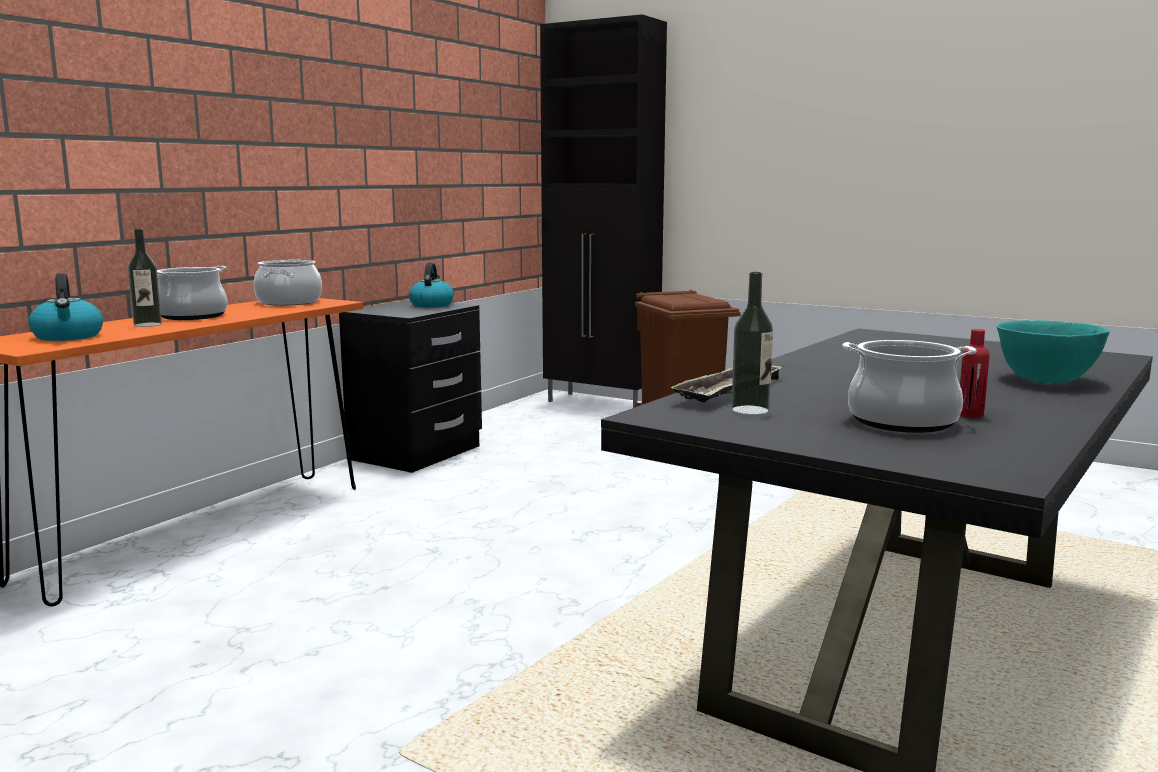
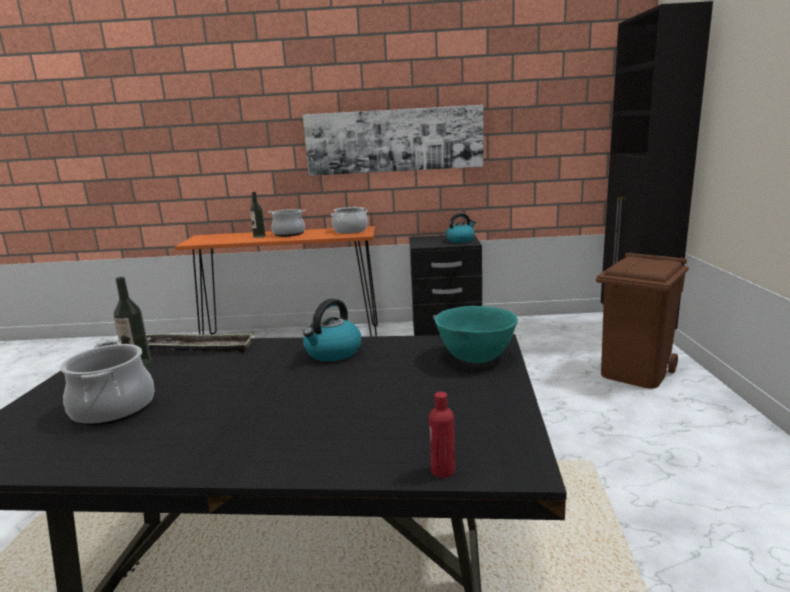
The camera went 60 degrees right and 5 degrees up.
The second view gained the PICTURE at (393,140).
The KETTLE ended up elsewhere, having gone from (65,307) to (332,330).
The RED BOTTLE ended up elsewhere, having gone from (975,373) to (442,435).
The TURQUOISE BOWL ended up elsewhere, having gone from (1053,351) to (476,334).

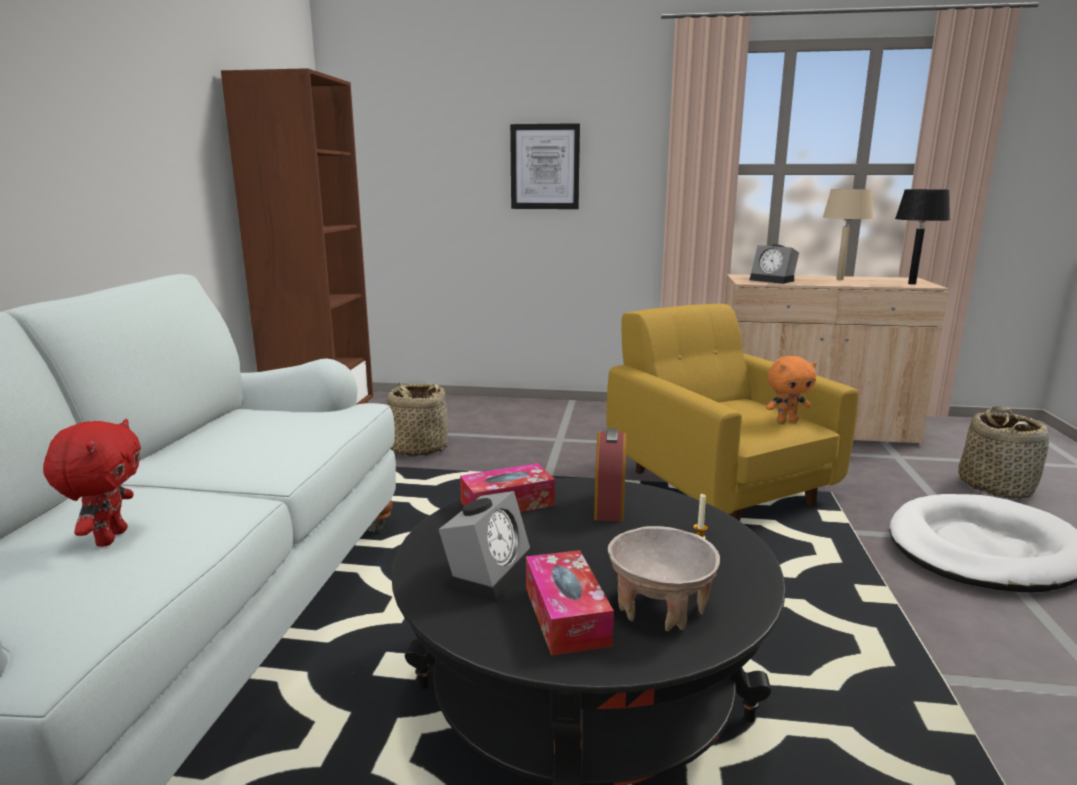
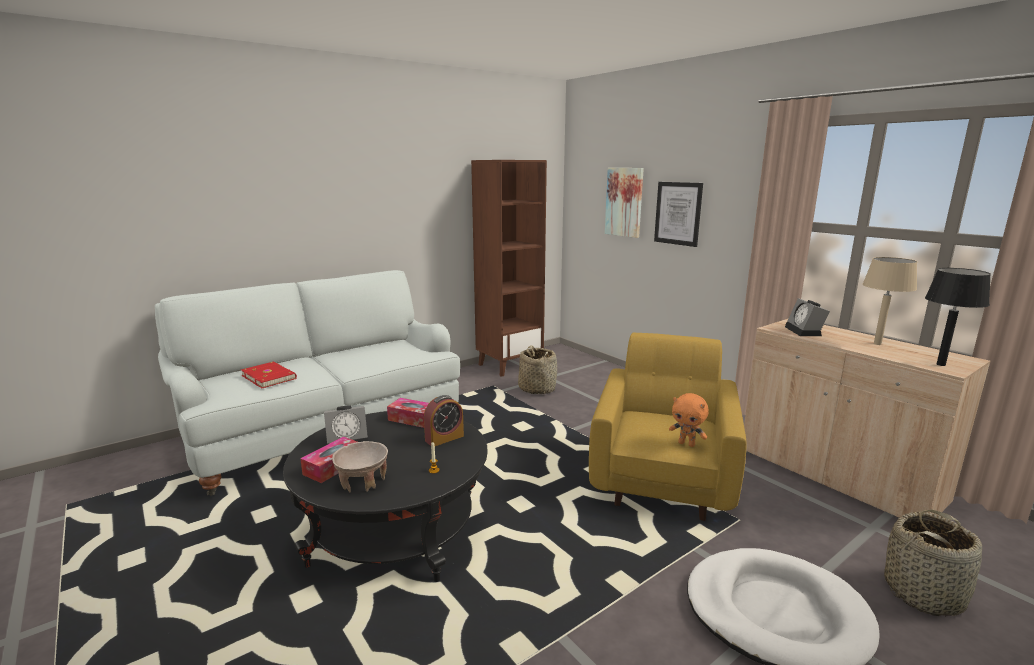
The camera went 45 degrees right and 0 degrees up.
The second view gained the PICTURE at (624,203).
Where the RED PLUSH TOY stood at (92,483), the RED BOOK came to stand at (269,375).

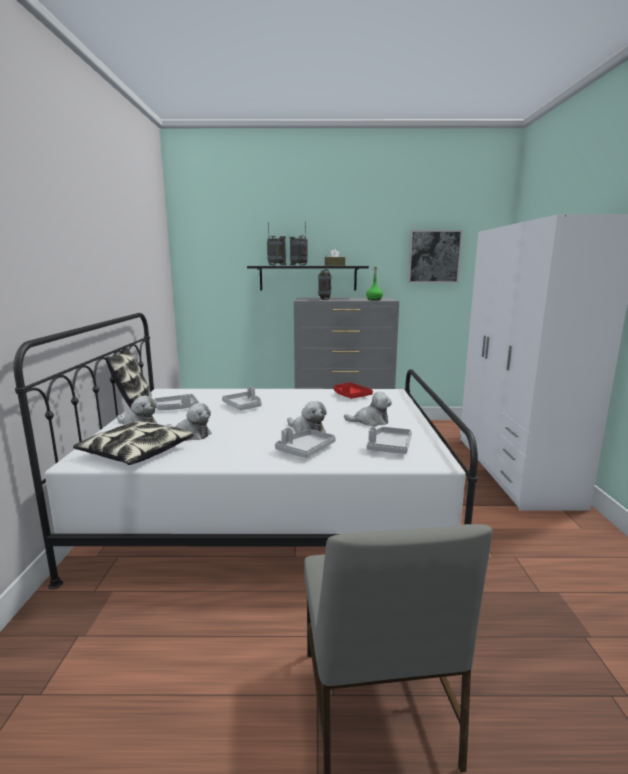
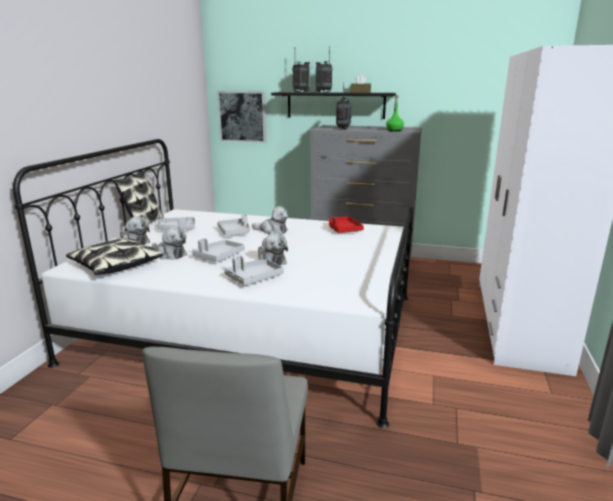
The camera went 15 degrees right and 5 degrees up.
The PLUSH TOY ended up elsewhere, having gone from (368,409) to (270,220).
The GREY TRAY ended up elsewhere, having gone from (389,440) to (218,250).
The PICTURE ended up elsewhere, having gone from (435,256) to (241,117).

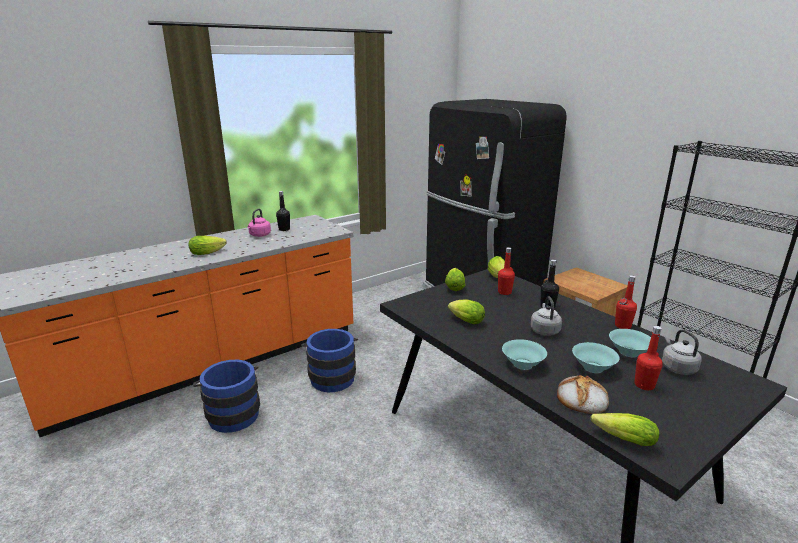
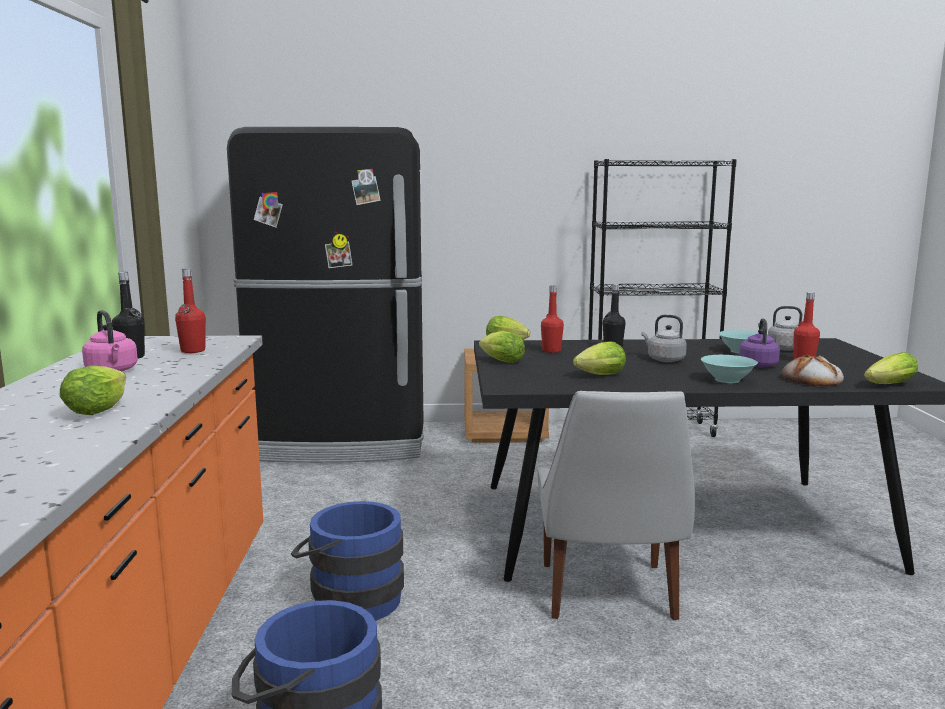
The camera went 55 degrees left and 10 degrees down.
The second view gained the WHITE CHAIR at (616,505).
The RED BOTTLE ended up elsewhere, having gone from (626,302) to (190,310).
Where the TURQUOISE BOWL stood at (596,357), the PURPLE KETTLE came to stand at (759,343).

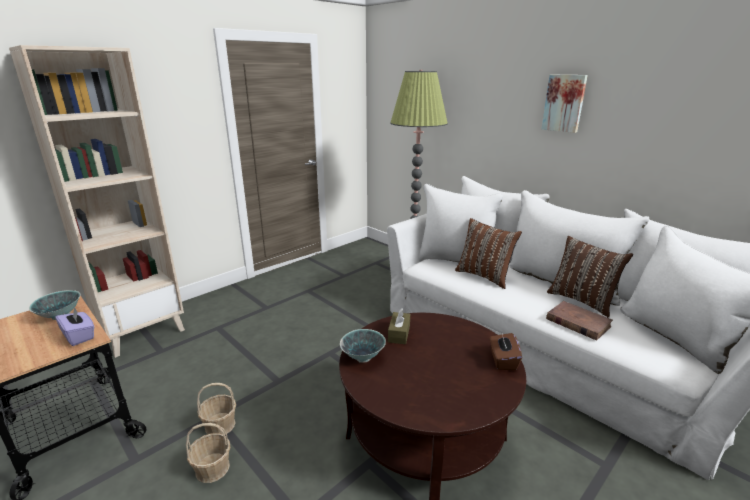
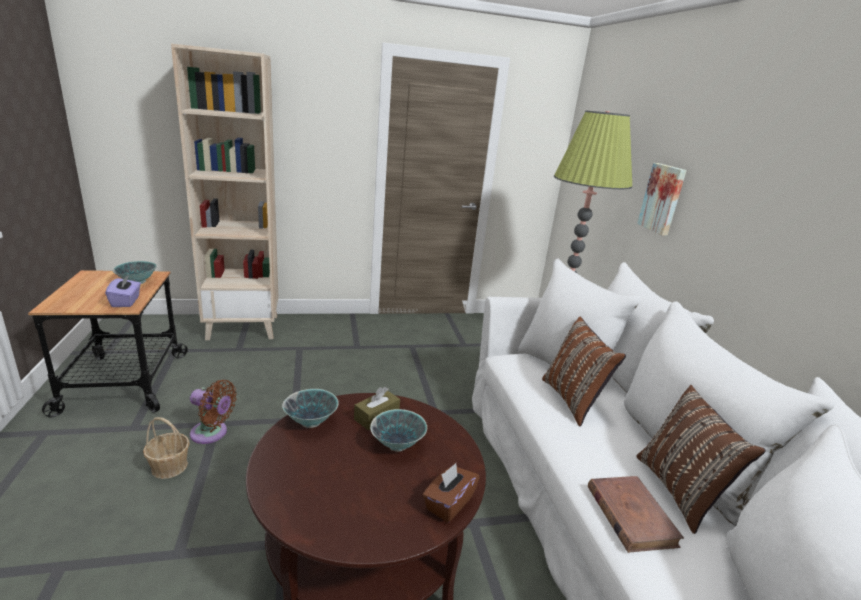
The camera went 30 degrees right and 0 degrees up.
The second view gained the BOWL at (398,430).
The PICTURE ended up elsewhere, having gone from (565,104) to (662,199).
Where the BASKET stood at (216,409), the BROWN FAN came to stand at (213,412).

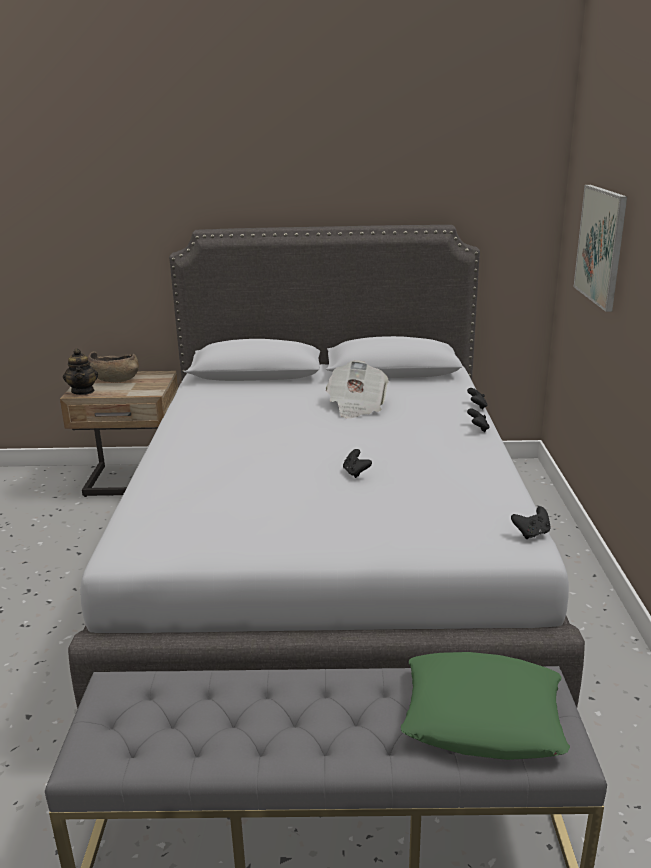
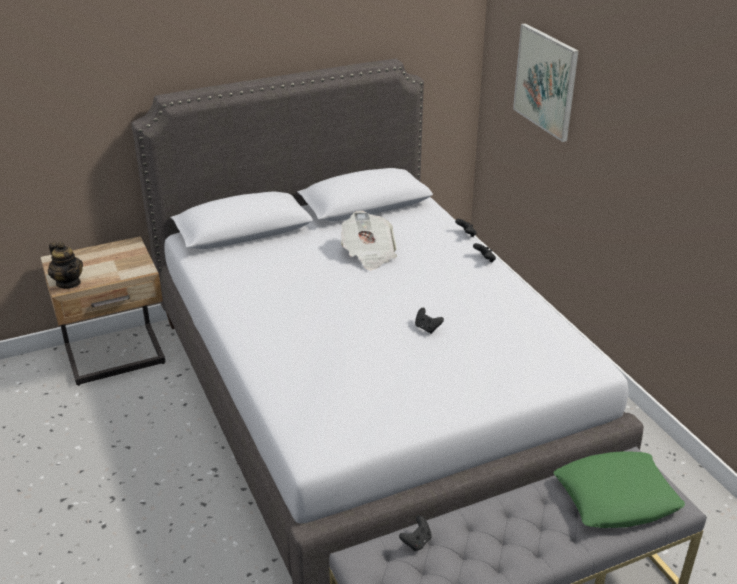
The camera went 25 degrees left and 10 degrees up.
The second view lost the BROWN BOWL at (113,366).
The BLACK GAME CONTROLLER ended up elsewhere, having gone from (531,522) to (415,533).

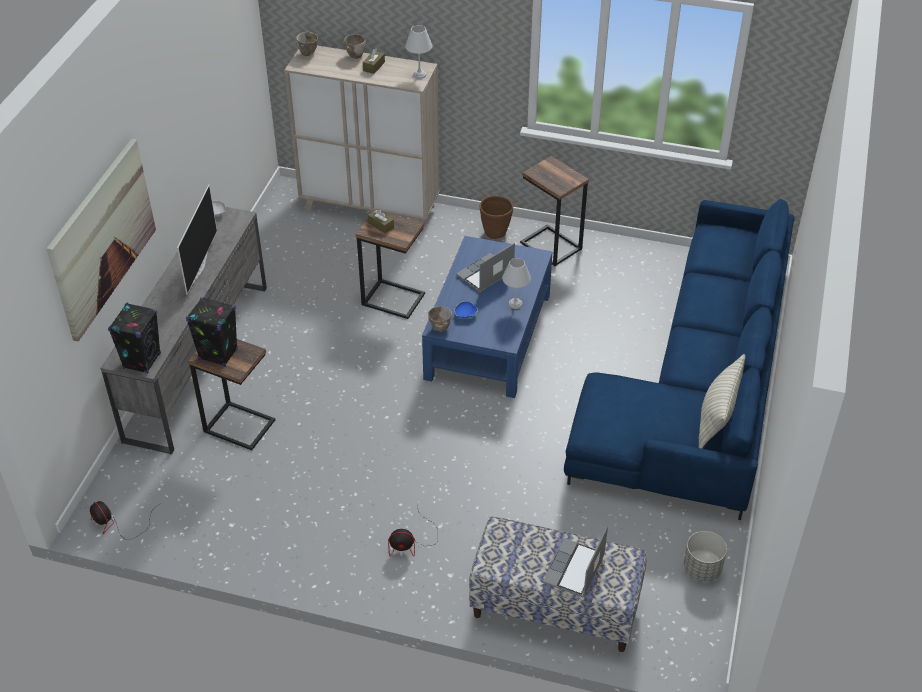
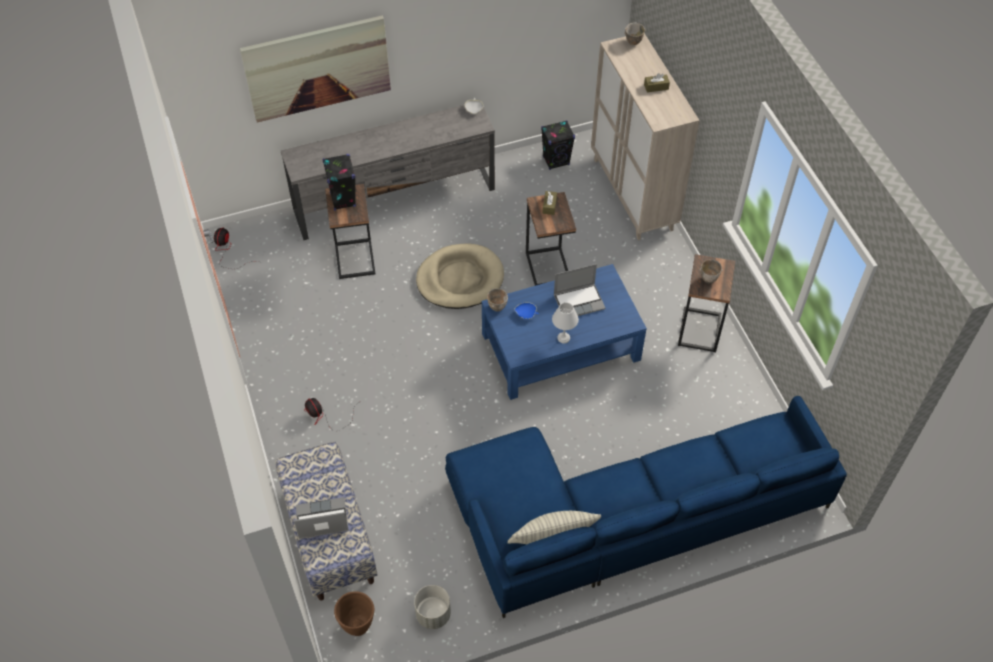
The camera went 55 degrees right and 10 degrees up.
The second view lost the TELEVISION at (197,239).
The second view lost the WHITE TABLE LAMP at (418,52).
The second view gained the BEIGE DOG BED at (460,276).
The BLACK SPEAKER ended up elsewhere, having gone from (134,338) to (558,145).
The BOWL ended up elsewhere, having gone from (355,46) to (711,271).
The BROWN PLANTER ended up elsewhere, having gone from (496,217) to (354,613).
The LAPTOP at (485,267) ended up facing another way, 150 degrees clockwise from before.

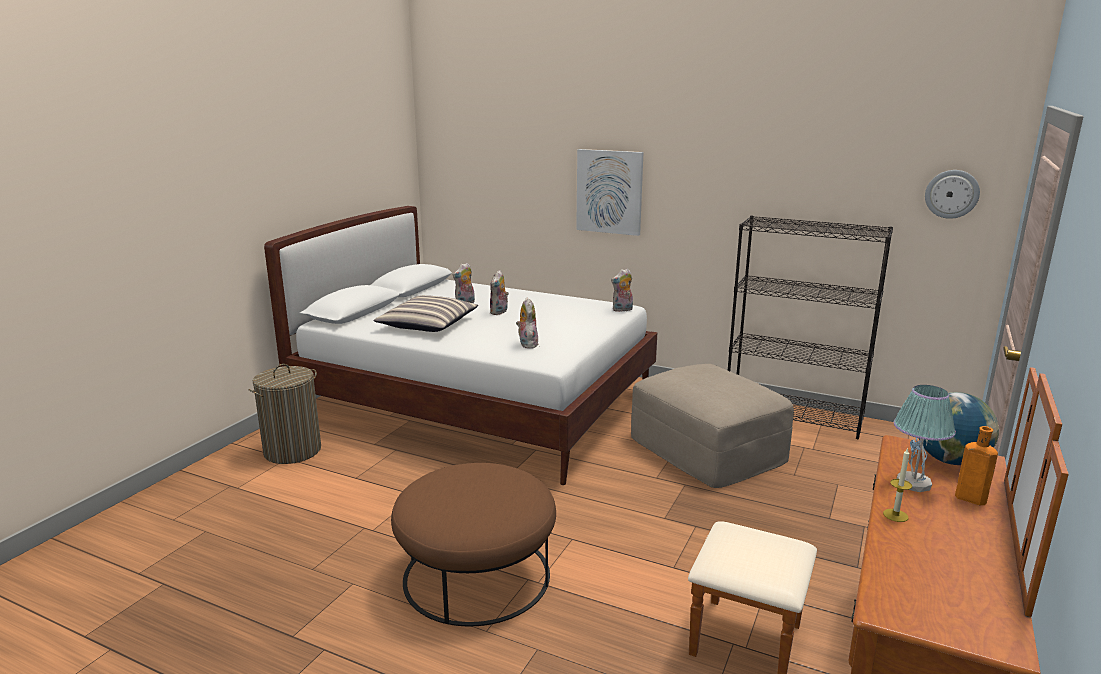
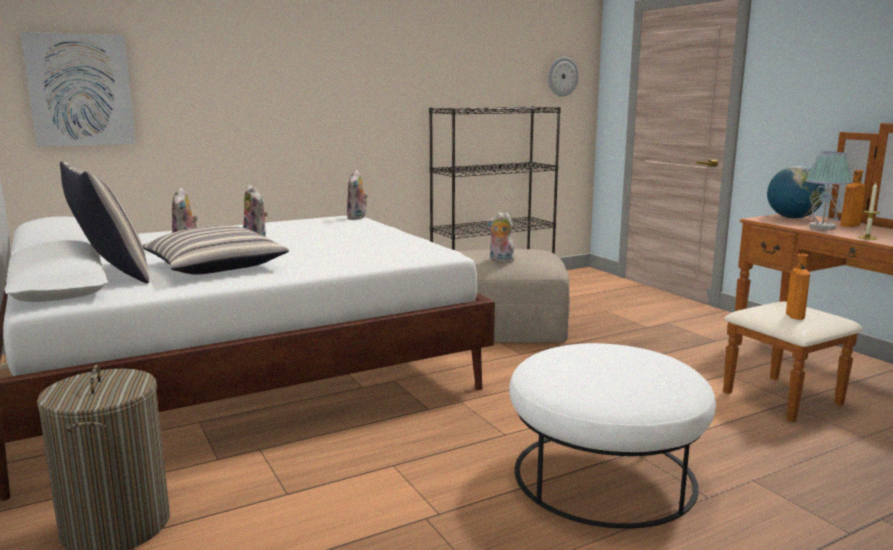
The camera went 55 degrees left and 5 degrees down.
The second view gained the PILLOW at (104,222).
The second view gained the ORANGE BOTTLE at (798,287).
The PLUSH TOY ended up elsewhere, having gone from (527,323) to (501,237).
The PICTURE ended up elsewhere, having gone from (609,192) to (78,89).
What was the BROWN OTTOMAN at (473,544) turned into the WHITE OTTOMAN at (612,436).

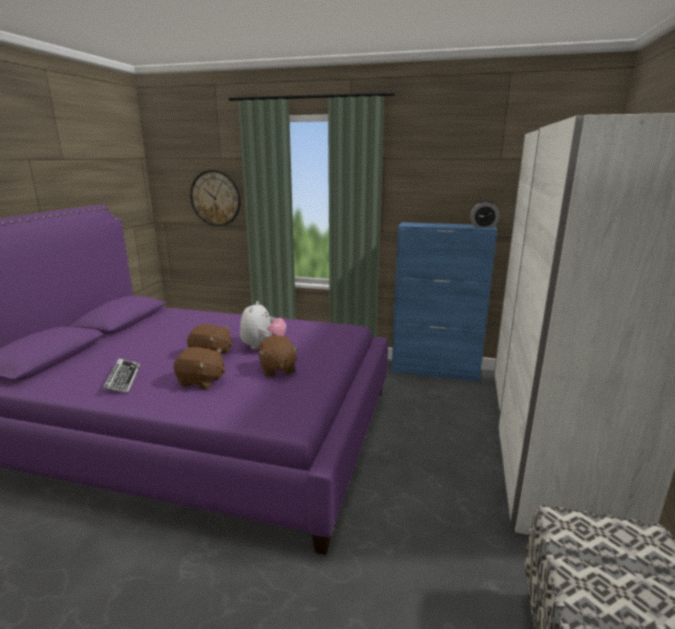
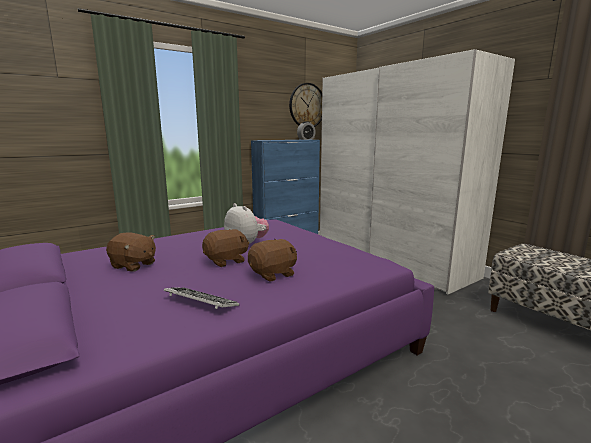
The camera went 50 degrees left and 5 degrees down.
The WALL CLOCK ended up elsewhere, having gone from (215,198) to (305,105).
The BROWN PLUSH TOY ended up elsewhere, having gone from (278,356) to (131,252).

